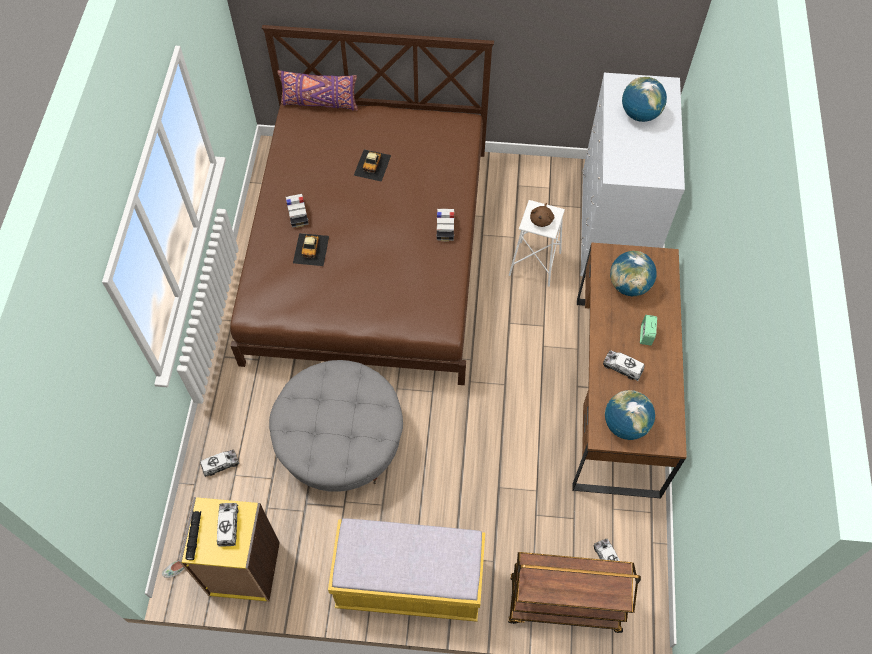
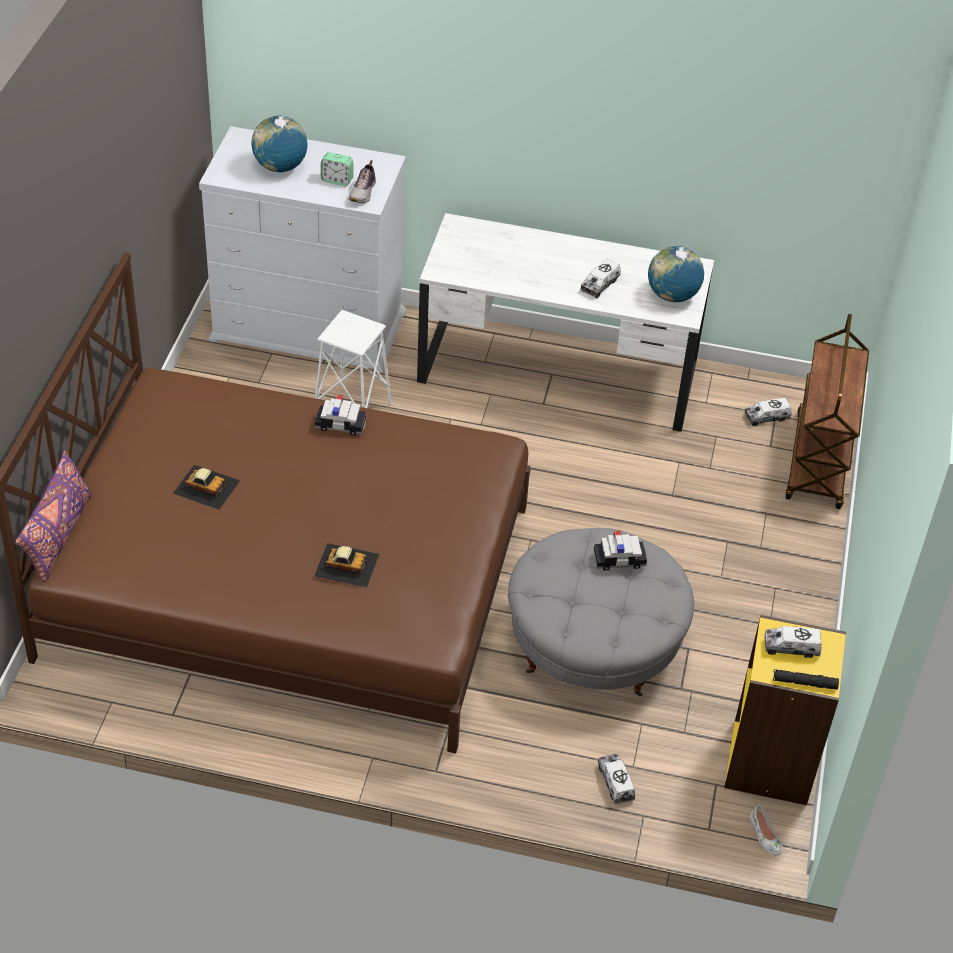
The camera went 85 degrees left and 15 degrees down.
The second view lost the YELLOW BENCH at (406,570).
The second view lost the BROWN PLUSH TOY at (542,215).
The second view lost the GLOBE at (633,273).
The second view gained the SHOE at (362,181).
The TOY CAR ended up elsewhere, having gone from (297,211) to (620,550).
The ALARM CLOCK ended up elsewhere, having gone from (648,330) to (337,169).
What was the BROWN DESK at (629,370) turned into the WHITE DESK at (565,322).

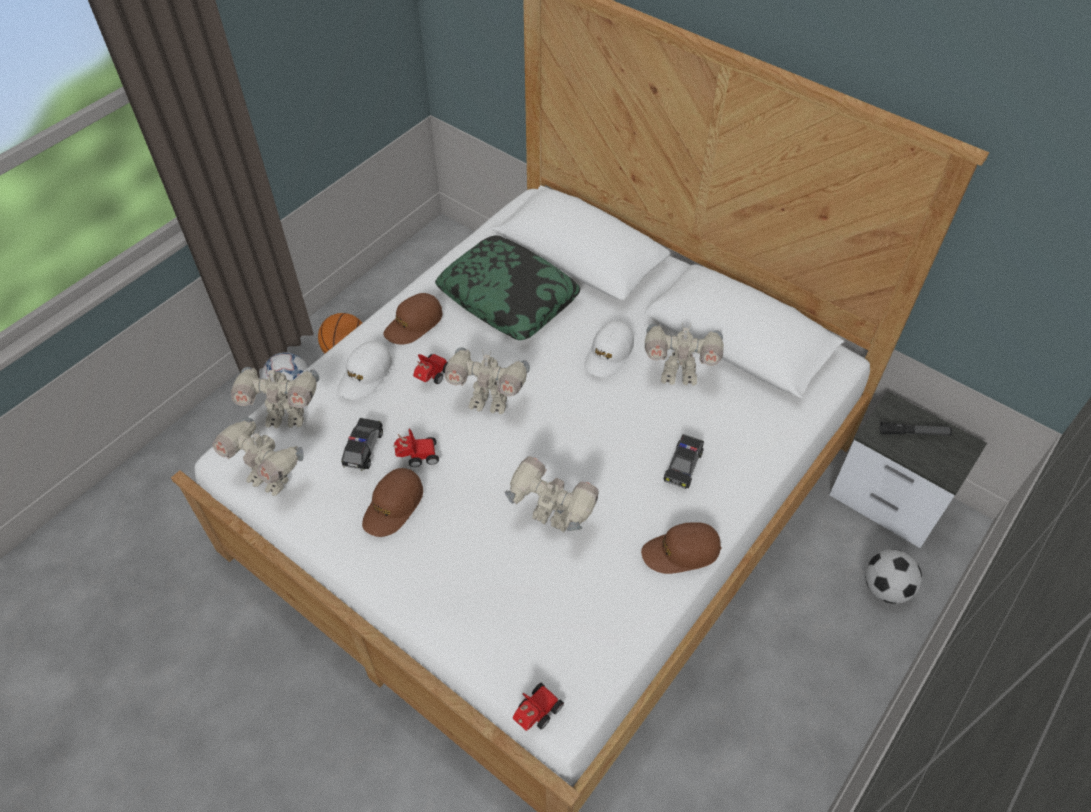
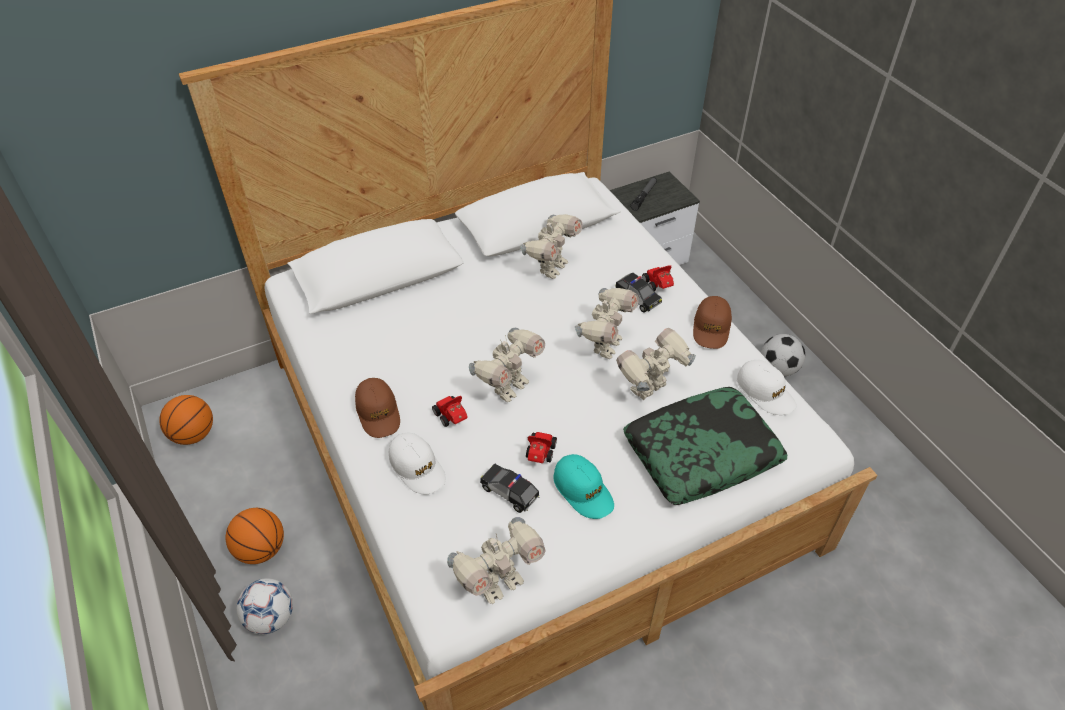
The camera went 65 degrees left and 5 degrees down.
The second view gained the BASKETBALL at (186,420).
The TOY ROBOT ended up elsewhere, having gone from (275,396) to (607,323).
The PILLOW ended up elsewhere, having gone from (507,287) to (705,446).
The TOY CAR ended up elsewhere, having gone from (538,707) to (658,278).
The WHITE CAP ended up elsewhere, having gone from (609,349) to (767,387).
The FOOTBALL ended up elsewhere, having gone from (893,576) to (783,355).
What was the BROWN CAP at (392,502) turned into the TURQUOISE CAP at (584,486).

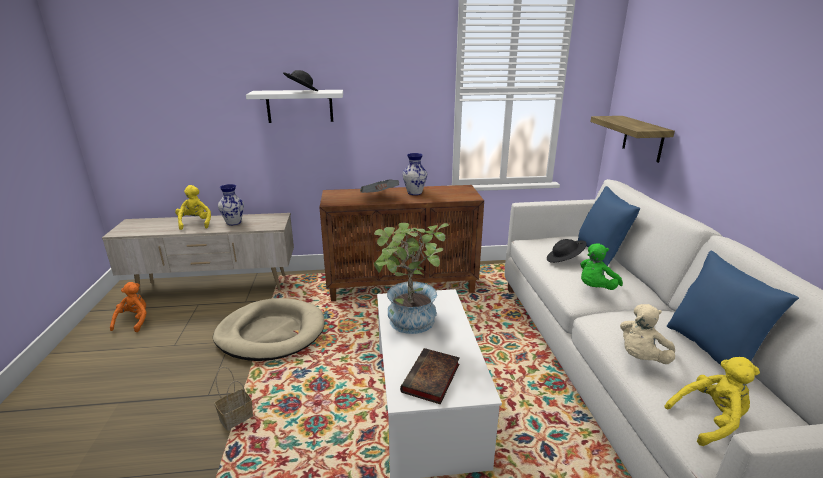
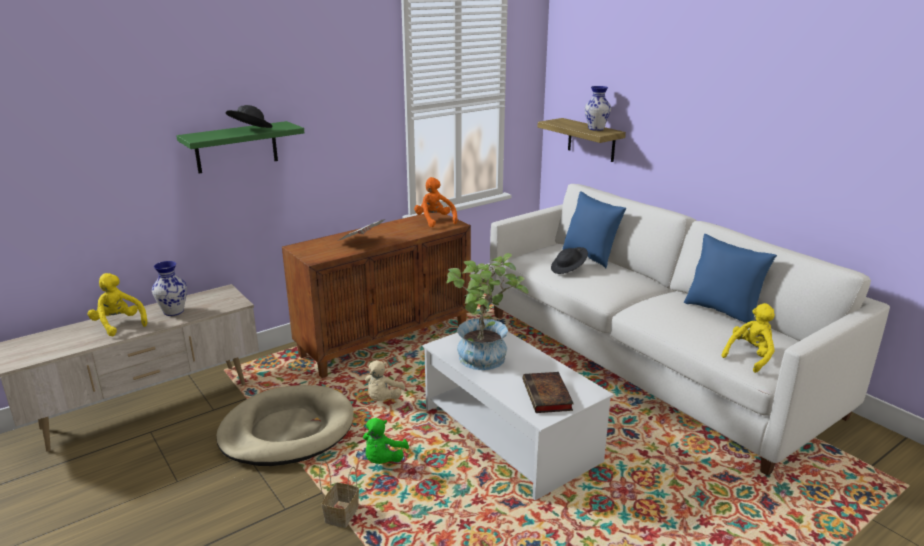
The camera went 30 degrees left and 0 degrees up.
The ORANGE PLUSH TOY ended up elsewhere, having gone from (128,307) to (436,202).
The VASE ended up elsewhere, having gone from (415,174) to (598,108).
The GREEN PLUSH TOY ended up elsewhere, having gone from (601,266) to (386,441).
The BEIGE PLUSH TOY ended up elsewhere, having gone from (647,334) to (385,380).
What was the WHITE SHELF at (294,106) turned into the GREEN SHELF at (240,147).

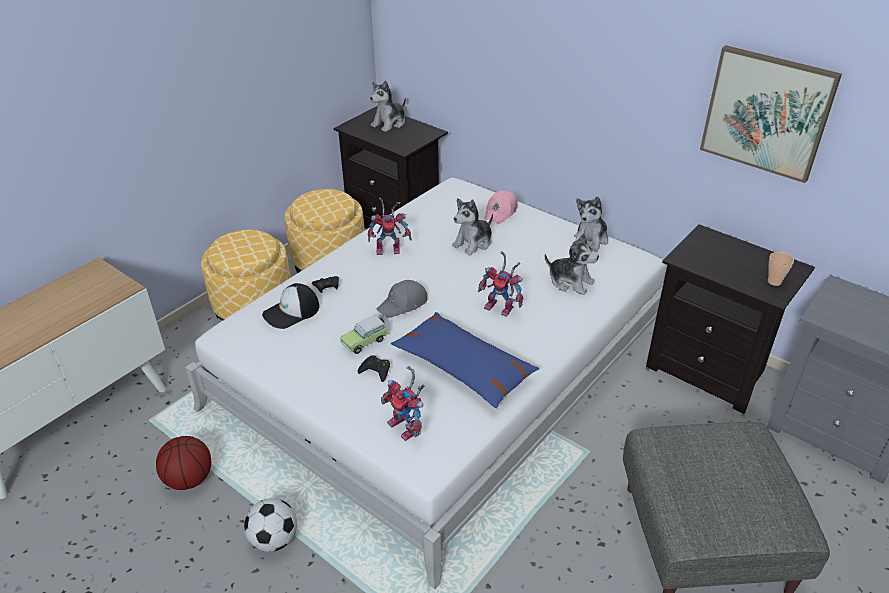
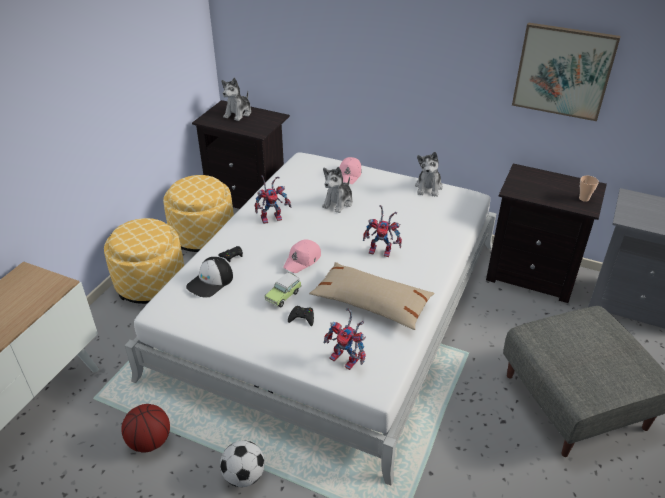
The camera went 15 degrees left and 0 degrees up.
The second view lost the PLUSH TOY at (572,264).
What was the GREY CAP at (402,299) turned into the PINK CAP at (302,256).
What was the BLUE PILLOW at (465,360) turned into the BEIGE PILLOW at (372,296).

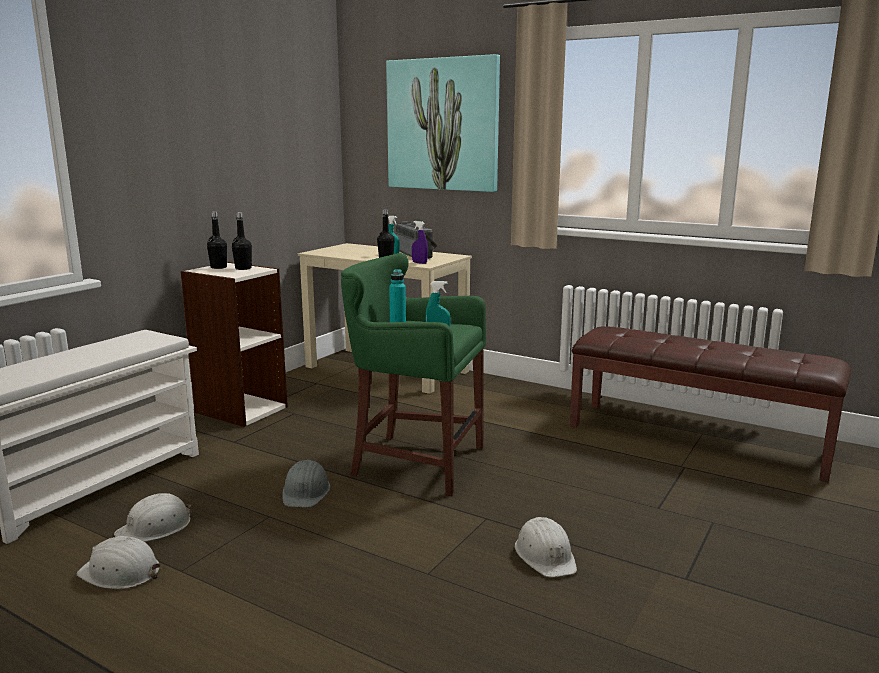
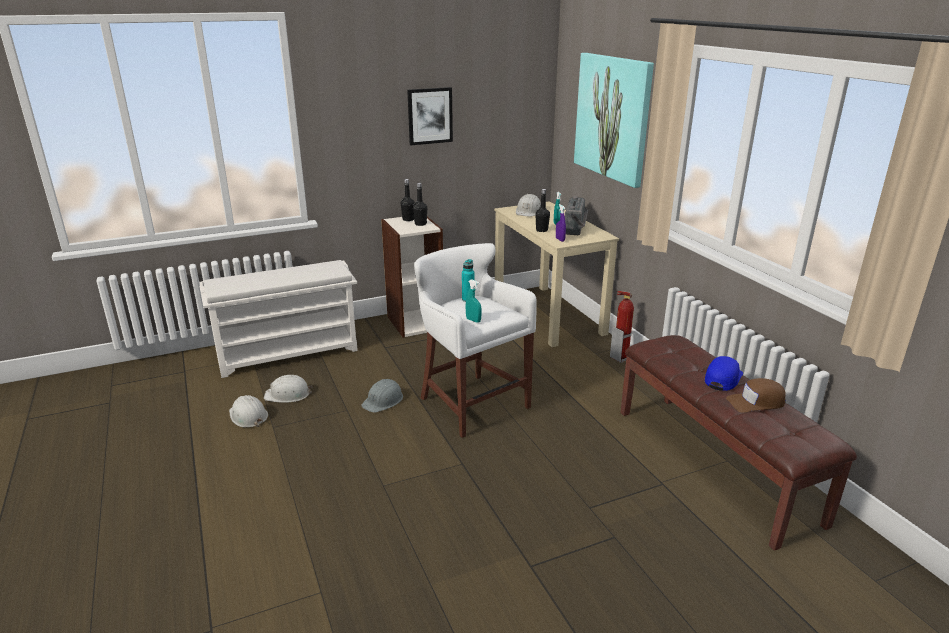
The camera went 35 degrees right and 10 degrees up.
The second view gained the PICTURE at (430,116).
The second view gained the FIRE EXTINGUISHER at (622,327).
The second view gained the BLUE CAP at (724,373).
The second view gained the BROWN CAP at (756,395).
The WHITE HARD HAT ended up elsewhere, having gone from (546,547) to (528,205).
What was the GREEN STOOL at (413,374) turned into the WHITE STOOL at (475,340).

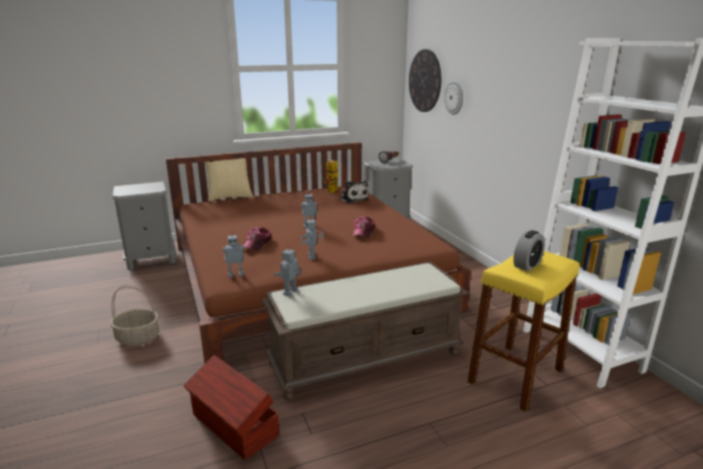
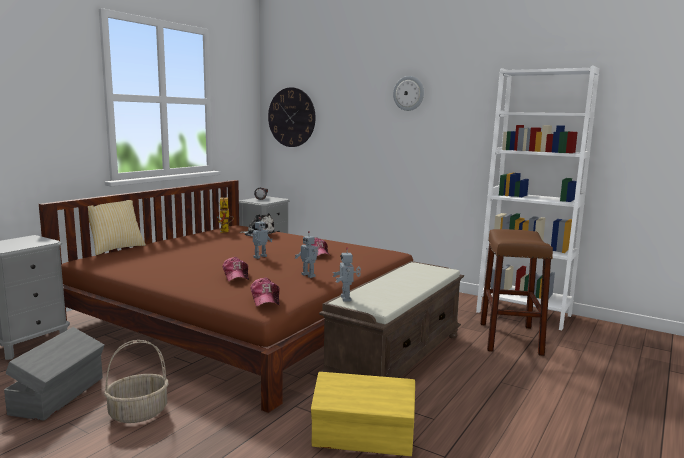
The camera went 35 degrees left and 10 degrees down.
The second view lost the ALARM CLOCK at (529,250).
The second view gained the GREY STORAGE BOX at (54,374).
The WALL CLOCK ended up elsewhere, having gone from (453,98) to (408,93).
Where the TOY ROBOT stood at (233,254), the CAP came to stand at (265,292).
What was the BROWN STORAGE BOX at (231,407) turned into the YELLOW STORAGE BOX at (363,414).
What was the YELLOW STOOL at (523,331) turned into the BROWN STOOL at (516,292).

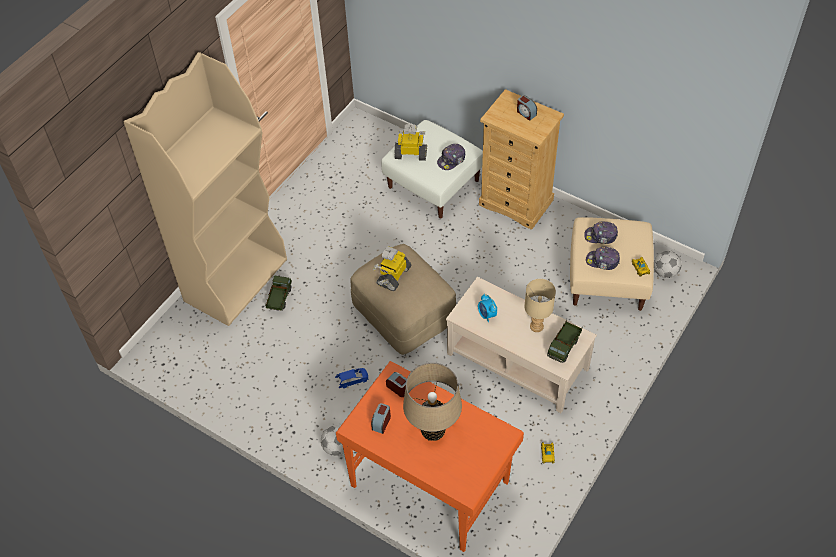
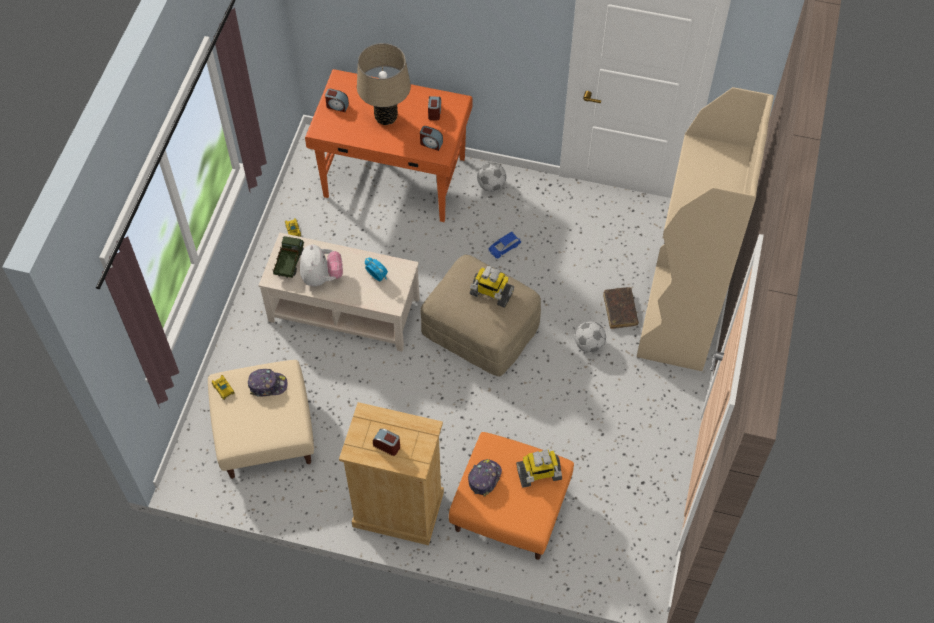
The camera went 160 degrees right and 5 degrees up.
The second view lost the CAP at (601,232).
The second view gained the ALARM CLOCK at (337,100).
The FOOTBALL ended up elsewhere, having gone from (668,264) to (590,337).
Where the TOY TRUCK stood at (278,293), the BROWN BOOK came to stand at (621,308).
Where the BEIGE TABLE LAMP stood at (540,305), the PLUSH TOY came to stand at (321,265).
What was the WHITE OTTOMAN at (432,169) turned into the ORANGE OTTOMAN at (511,496).
The TOY ROBOT at (392,268) ended up facing another way, 105 degrees clockwise from before.

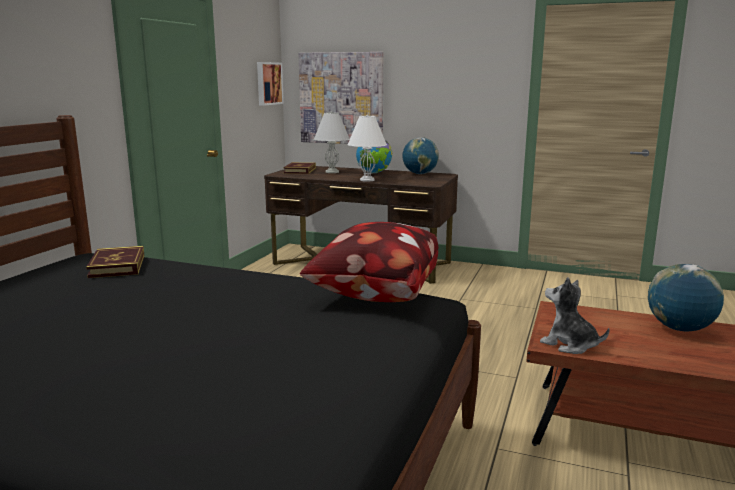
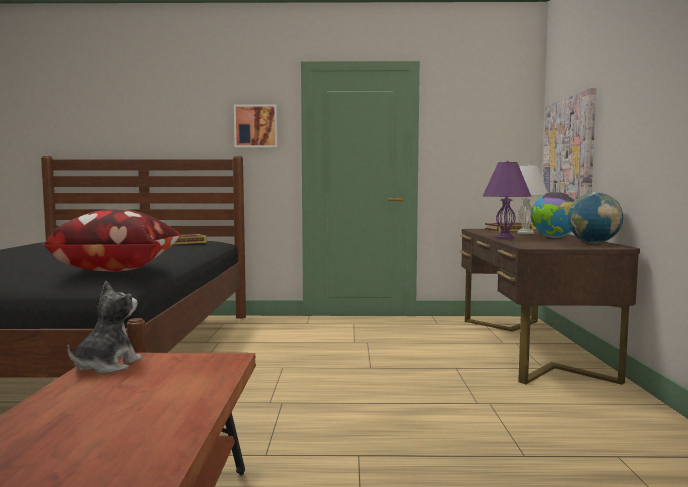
The camera went 70 degrees right and 10 degrees down.
The second view lost the GLOBE at (686,298).
The PICTURE ended up elsewhere, having gone from (270,84) to (256,126).
What was the WHITE TABLE LAMP at (367,148) turned into the PURPLE TABLE LAMP at (507,200).

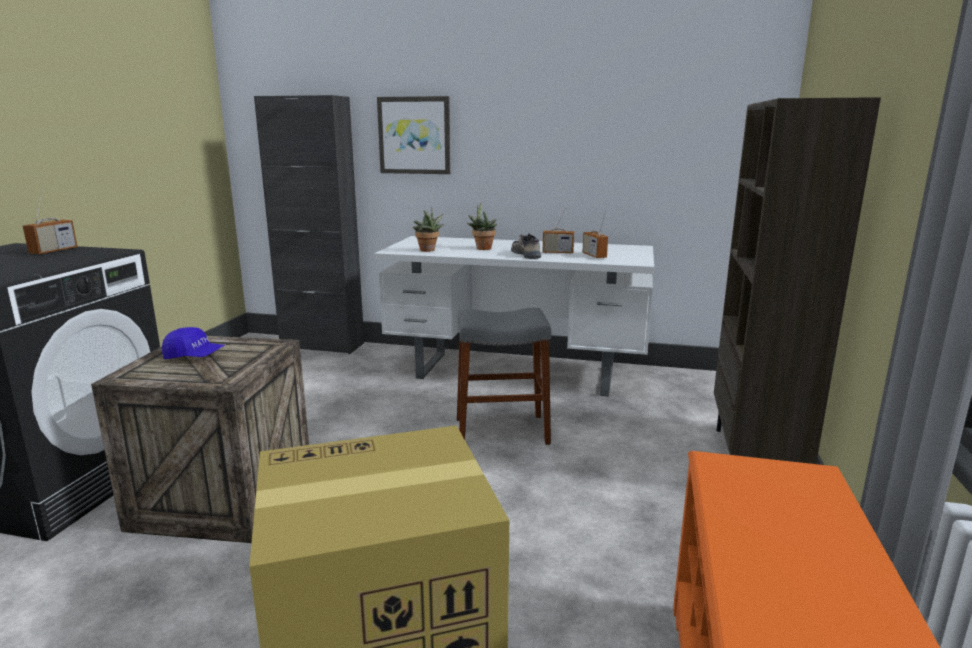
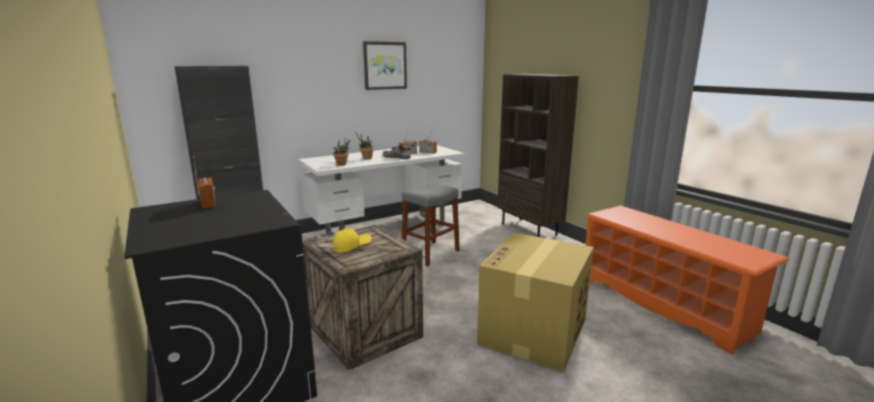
The camera went 45 degrees left and 0 degrees up.
The PICTURE ended up elsewhere, having gone from (414,135) to (385,65).
What was the BLUE CAP at (193,343) turned into the YELLOW CAP at (352,240).

